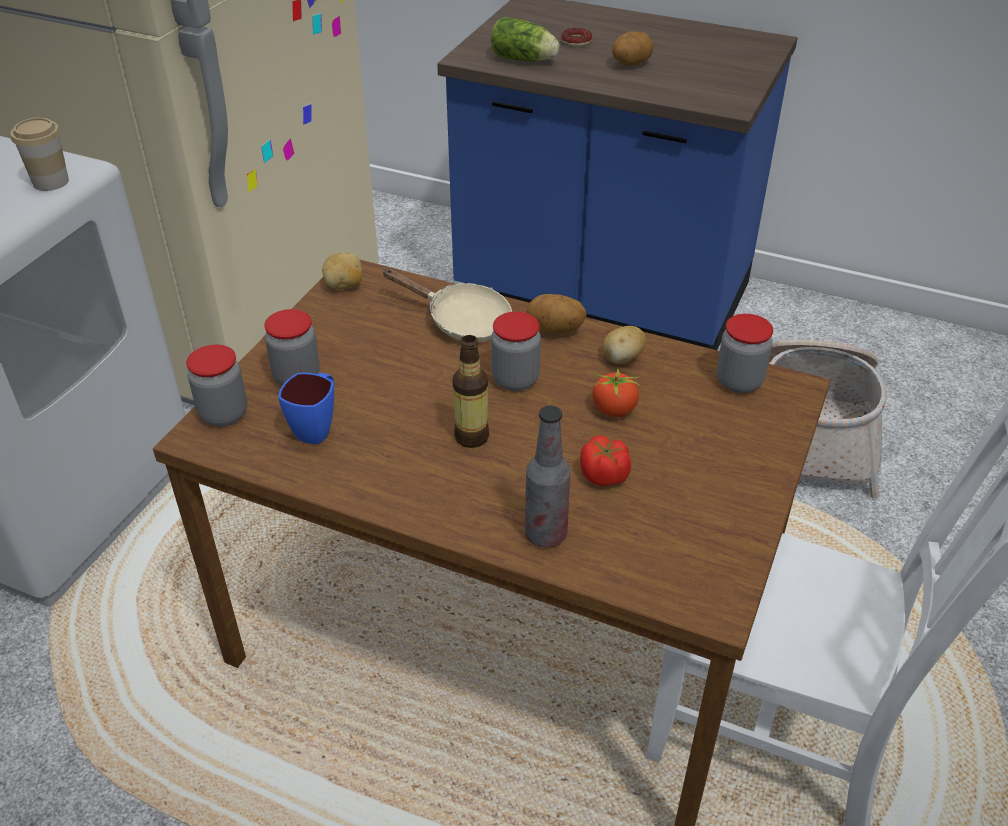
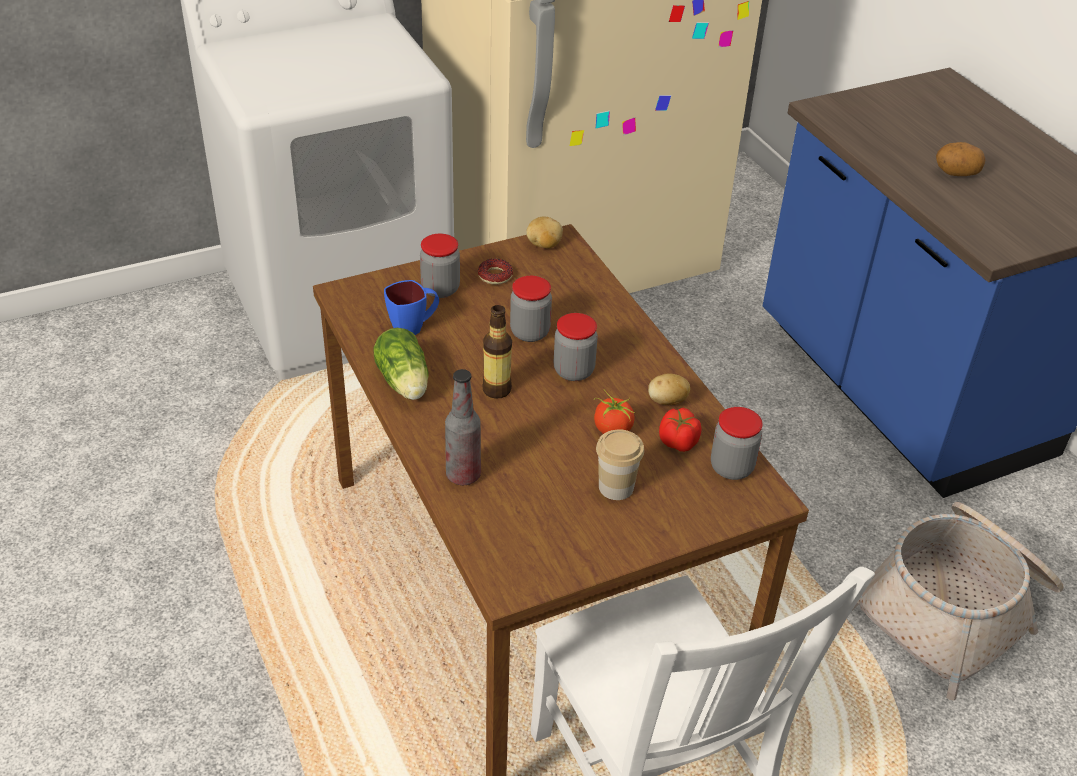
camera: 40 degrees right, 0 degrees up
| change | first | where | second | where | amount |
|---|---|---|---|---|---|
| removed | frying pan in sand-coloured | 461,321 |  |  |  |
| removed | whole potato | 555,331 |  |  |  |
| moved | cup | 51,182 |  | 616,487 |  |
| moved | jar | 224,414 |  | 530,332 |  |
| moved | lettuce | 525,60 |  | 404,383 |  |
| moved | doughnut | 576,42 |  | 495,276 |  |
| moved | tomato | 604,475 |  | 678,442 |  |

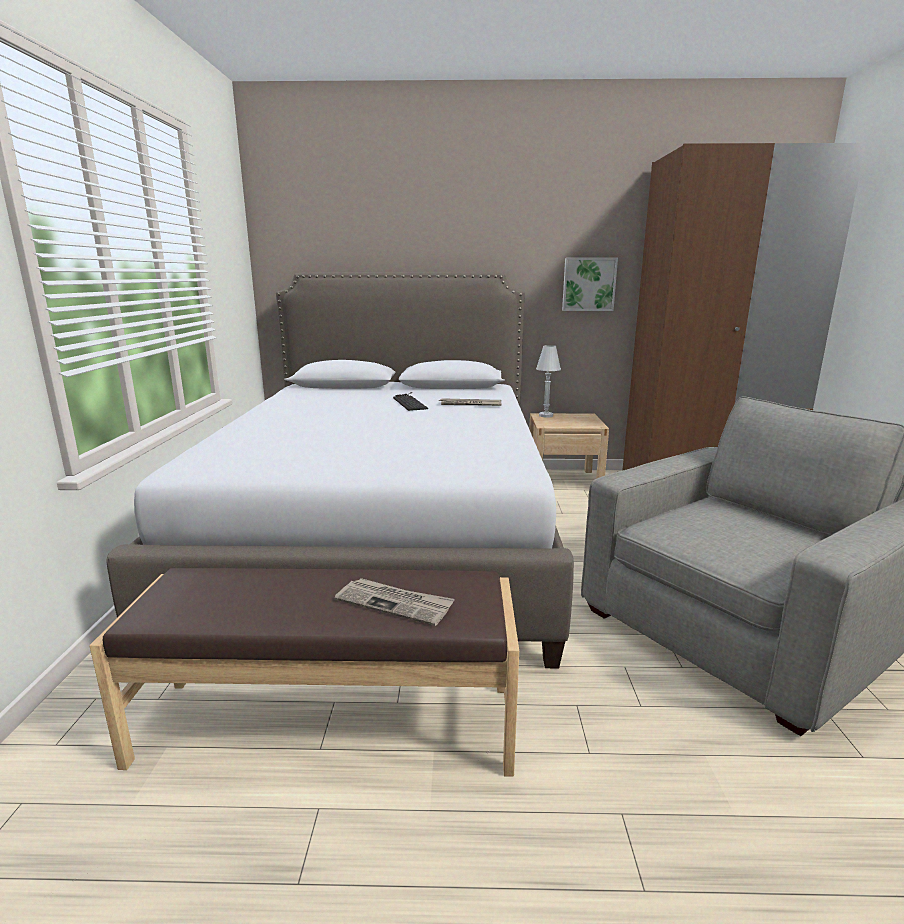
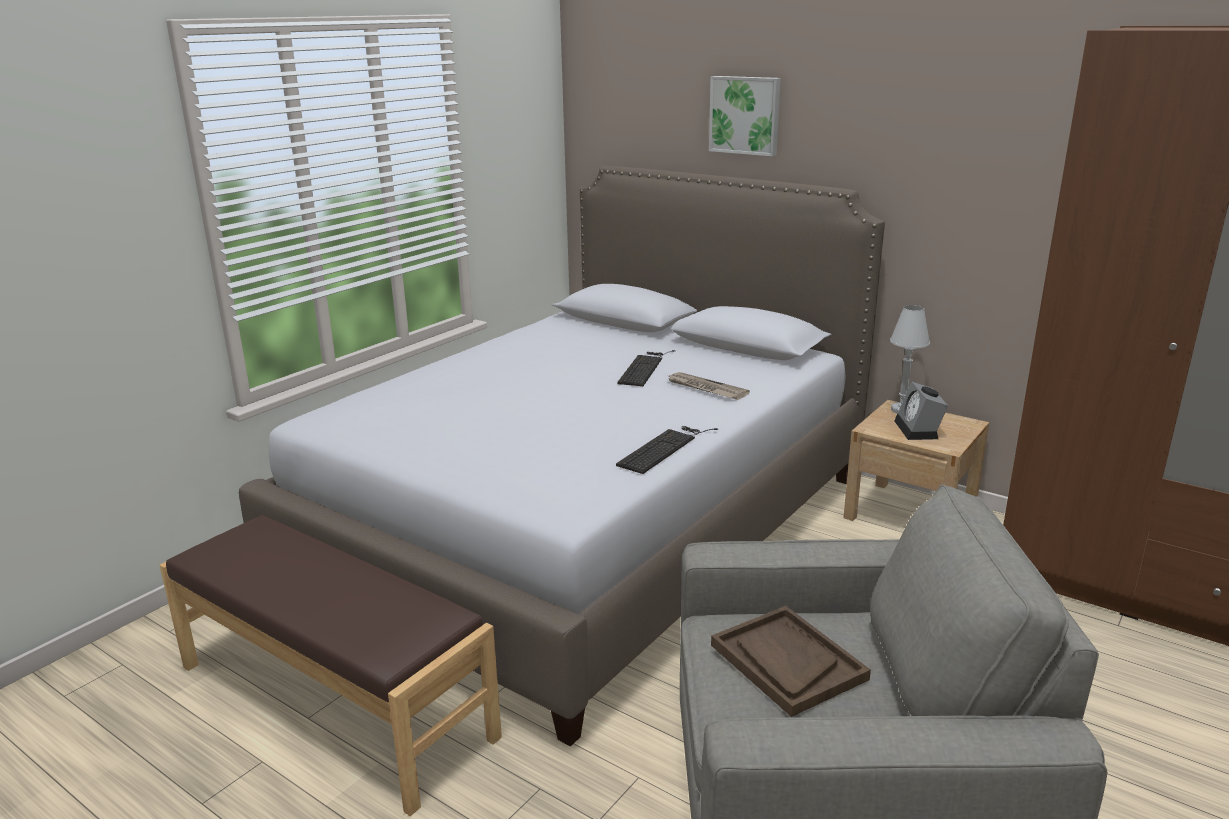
camera: 35 degrees right, 5 degrees up
| change | first | where | second | where | amount |
|---|---|---|---|---|---|
| removed | printed paper | 395,603 |  |  |  |
| added |  |  | PC keyboard | 665,448 |  |
| added |  |  | serving tray in brown | 787,662 |  |
| added |  |  | table clock | 919,430 |  |
| moved | wall picture | 588,284 |  | 745,115 |  |

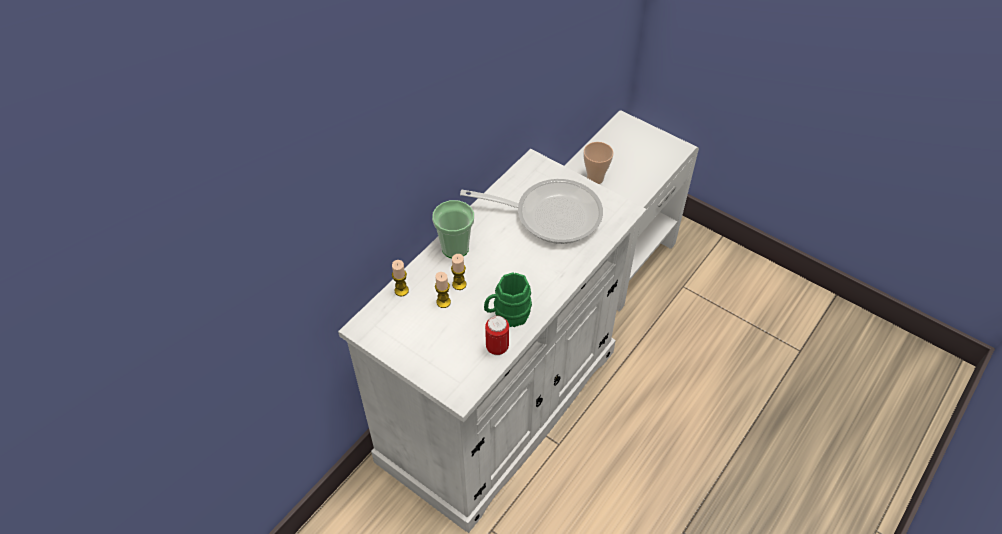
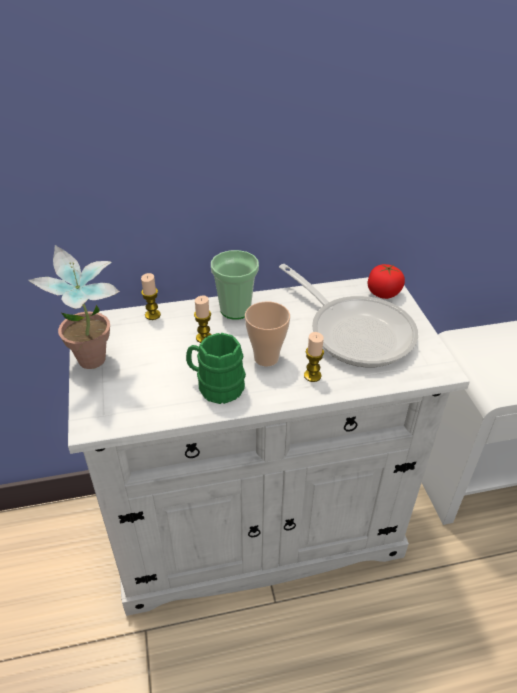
camera: 40 degrees right, 10 degrees down
| change | first | where | second | where | amount |
|---|---|---|---|---|---|
| removed | metal can | 497,347 |  |  |  |
| added |  |  | plant in a pot | 96,366 |  |
| added |  |  | tomato | 383,293 |  |
| moved | candle | 443,302 |  | 312,375 |  |
| moved | cup | 595,178 |  | 266,358 |  |

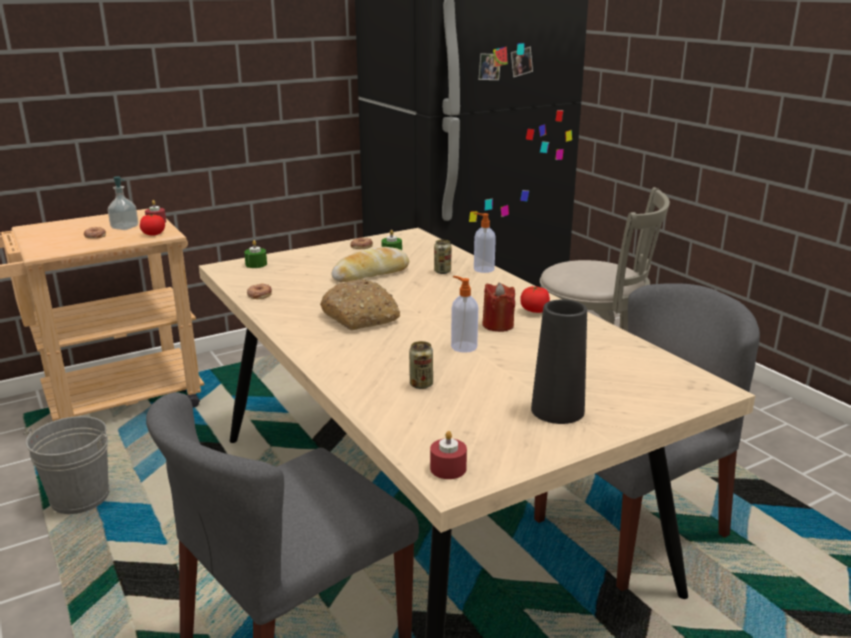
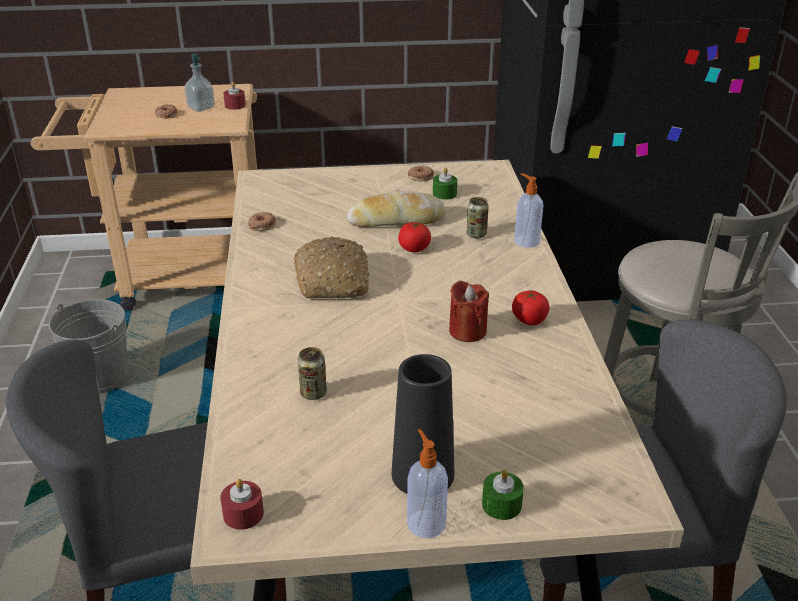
camera: 25 degrees right, 10 degrees up
| change | first | where | second | where | amount |
|---|---|---|---|---|---|
| moved | tomato | 153,234 |  | 414,248 |  |
| moved | candle in greenish | 256,264 |  | 501,504 |  |
| moved | soap bottle | 463,346 |  | 425,523 |  |

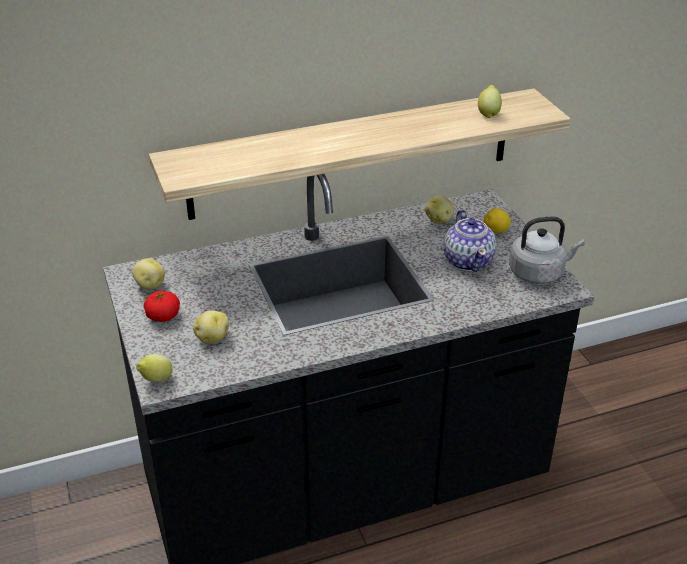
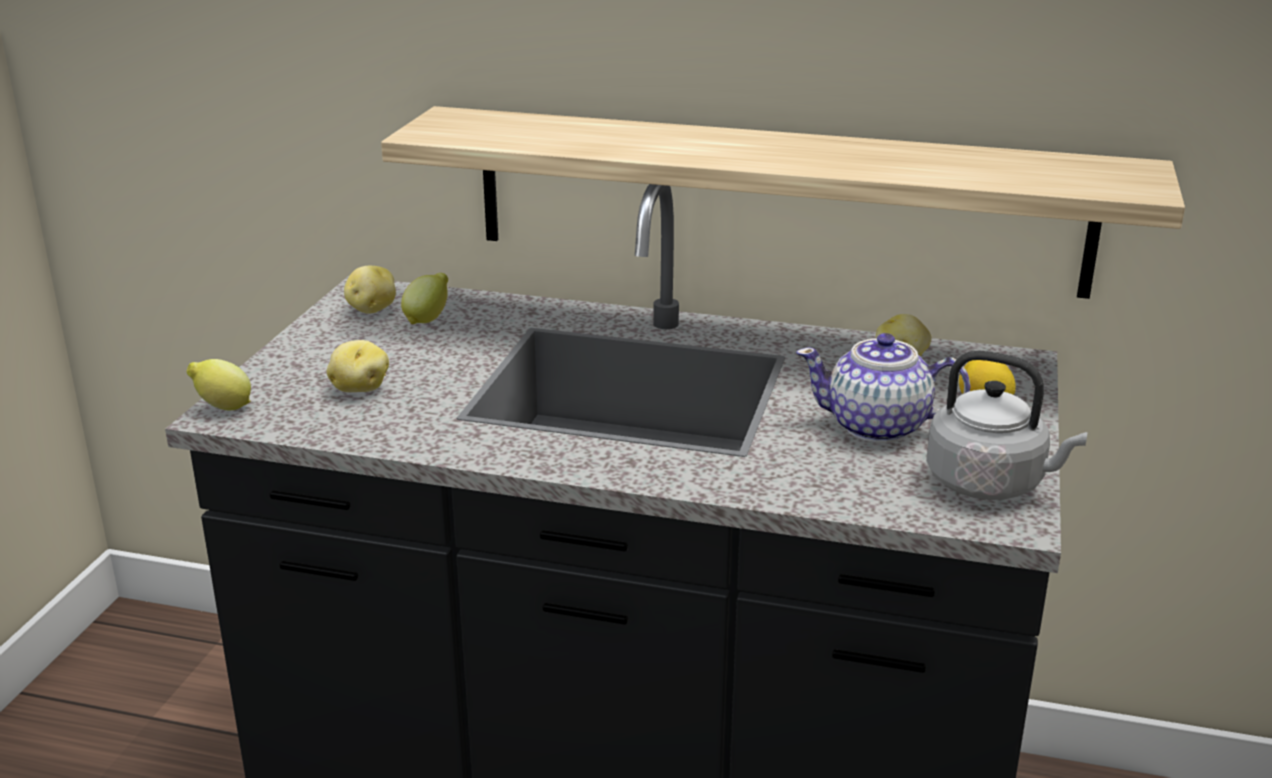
camera: 35 degrees right, 10 degrees down
| change | first | where | second | where | amount |
|---|---|---|---|---|---|
| removed | tomato | 163,316 |  |  |  |
| moved | lemon | 488,113 |  | 428,319 |  |
| turned | teapot | 468,261 |  | 878,427 | 75 degrees clockwise |

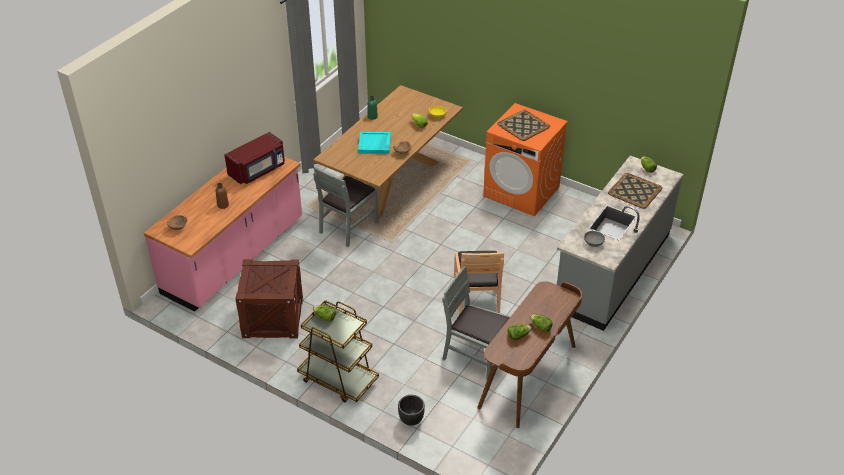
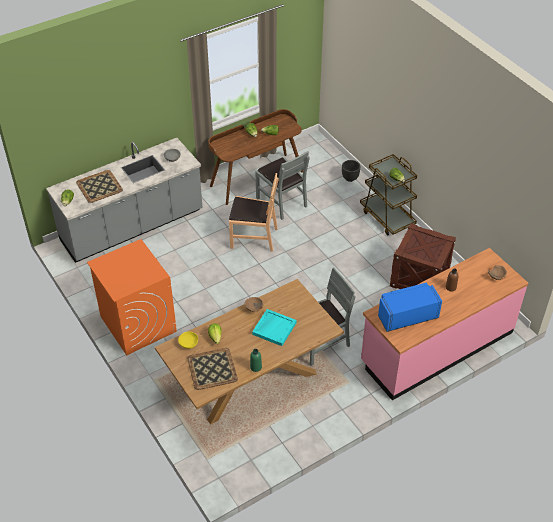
camera: 155 degrees left, 5 degrees up
| change | first | where | second | where | amount |
|---|---|---|---|---|---|
| moved | serving tray | 523,125 |  | 212,369 |  |
| recoloured | kitchen microwave in red | 258,170 | kitchen microwave in blue | 407,316 |  |
| turned | plain chair in brown | 477,302 |  | 254,237 | 75 degrees clockwise |

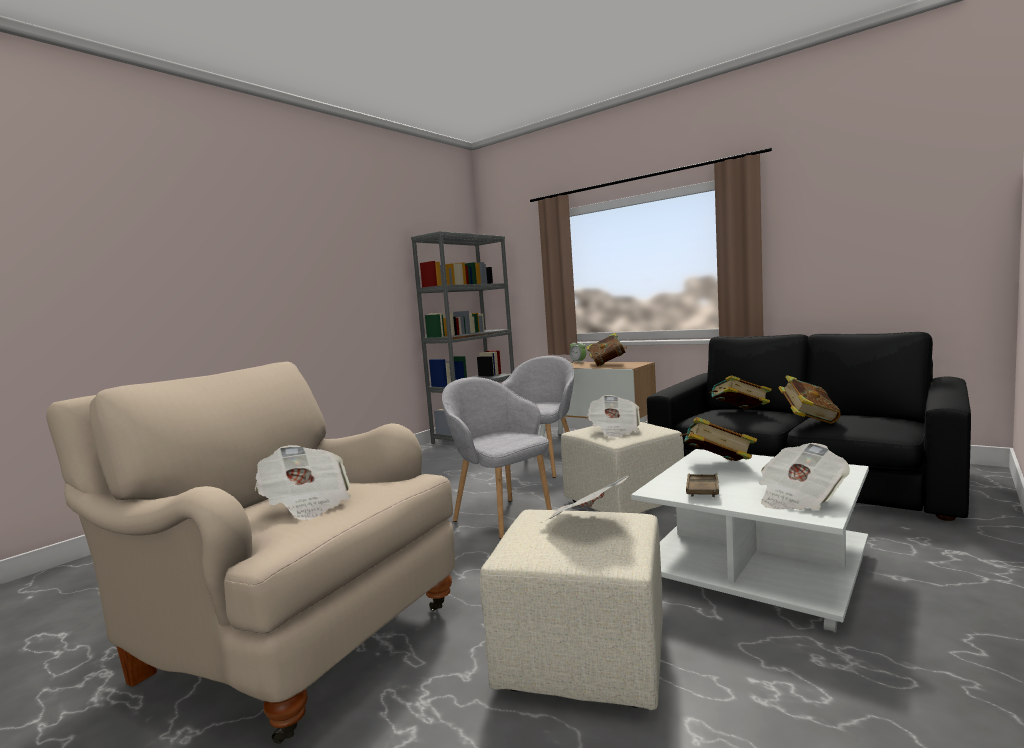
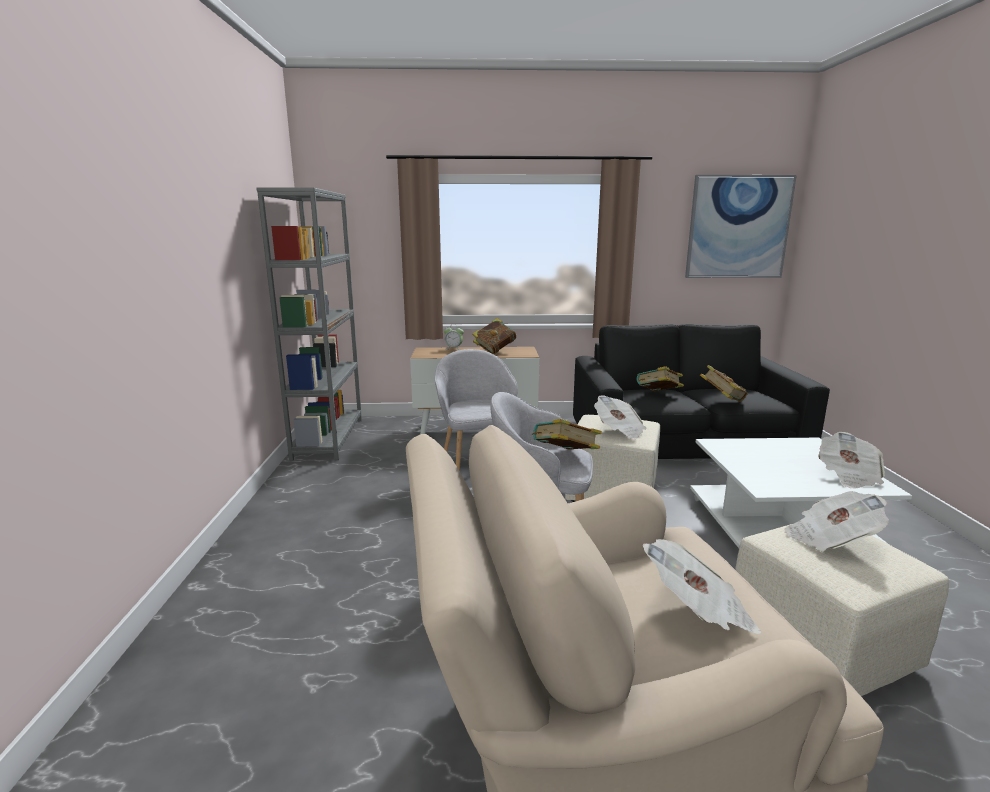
camera: 40 degrees left, 10 degrees up
| change | first | where | second | where | amount |
|---|---|---|---|---|---|
| removed | serving tray in brown | 702,489 |  |  |  |
| added |  |  | wall picture | 738,227 |  |
| moved | bound book | 717,466 |  | 564,457 |  |

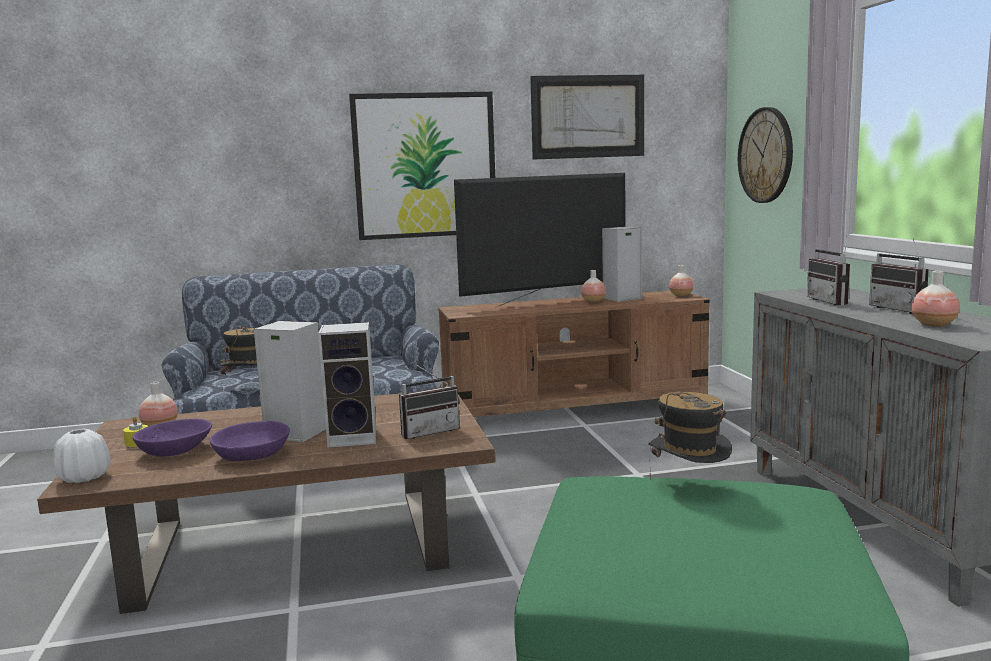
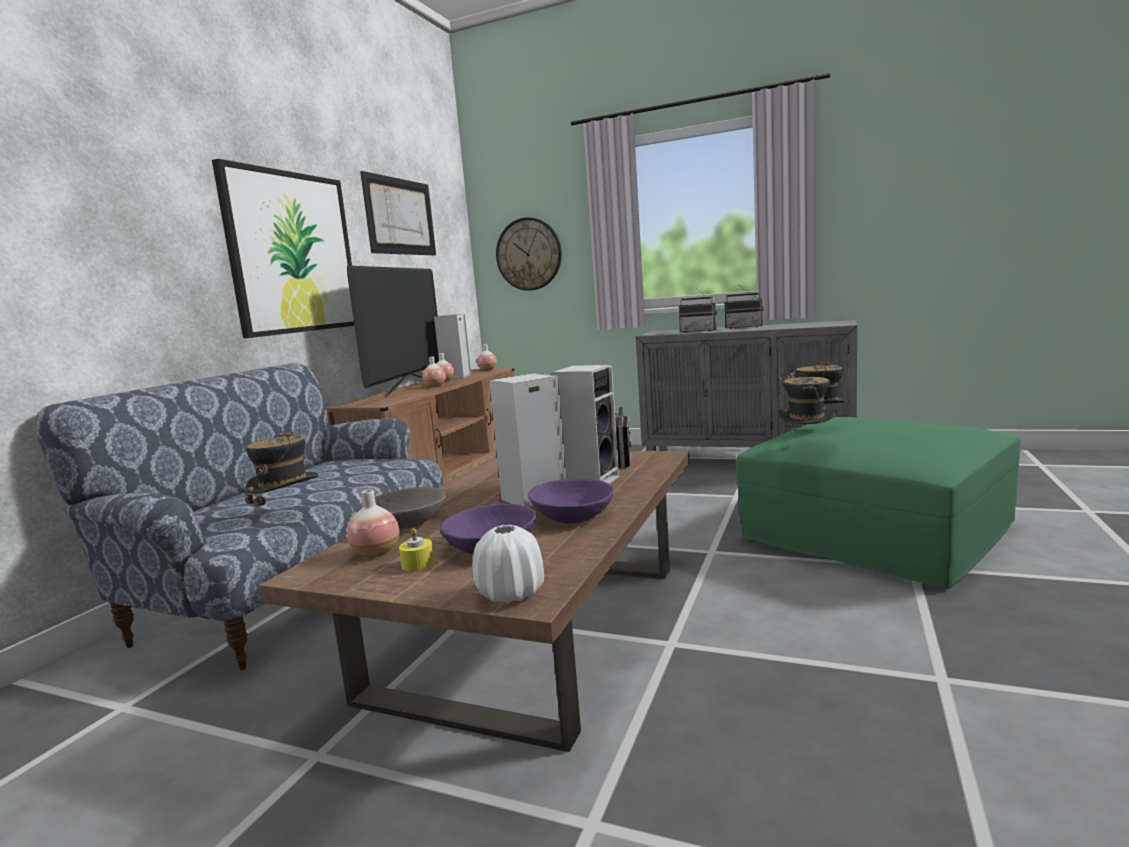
camera: 55 degrees left, 0 degrees up
| change | first | where | second | where | amount |
|---|---|---|---|---|---|
| added |  |  | deep dish in greyish | 407,523 |  |
| added |  |  | wearable hat | 806,447 |  |
| moved | flower vase | 934,325 |  | 435,386 |  |

